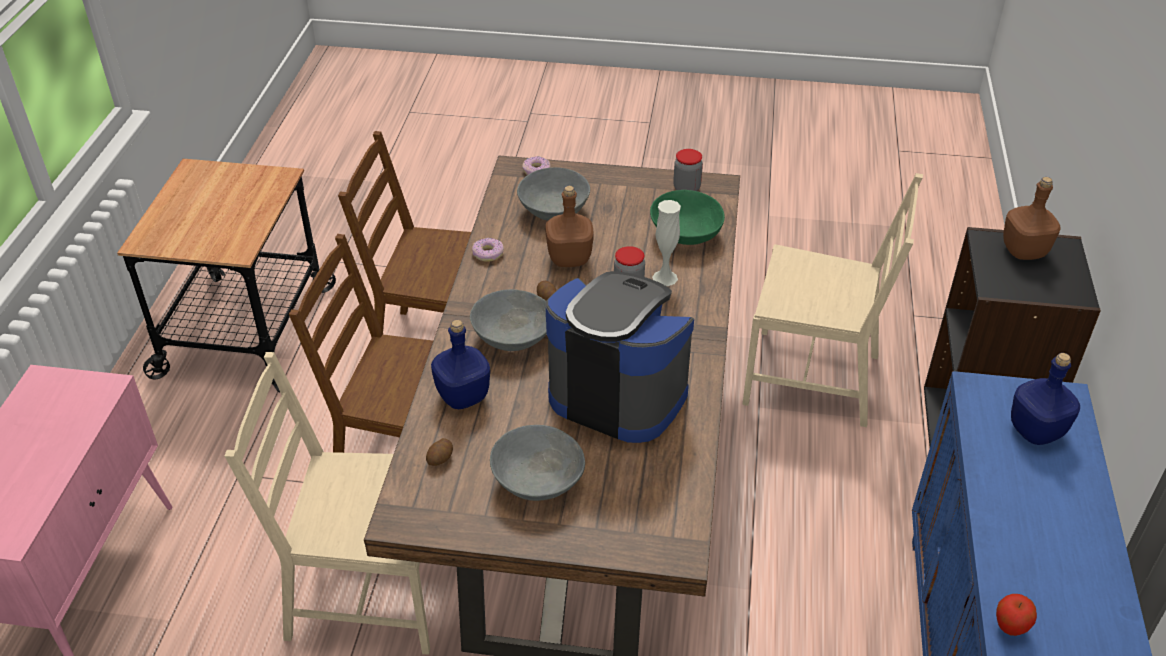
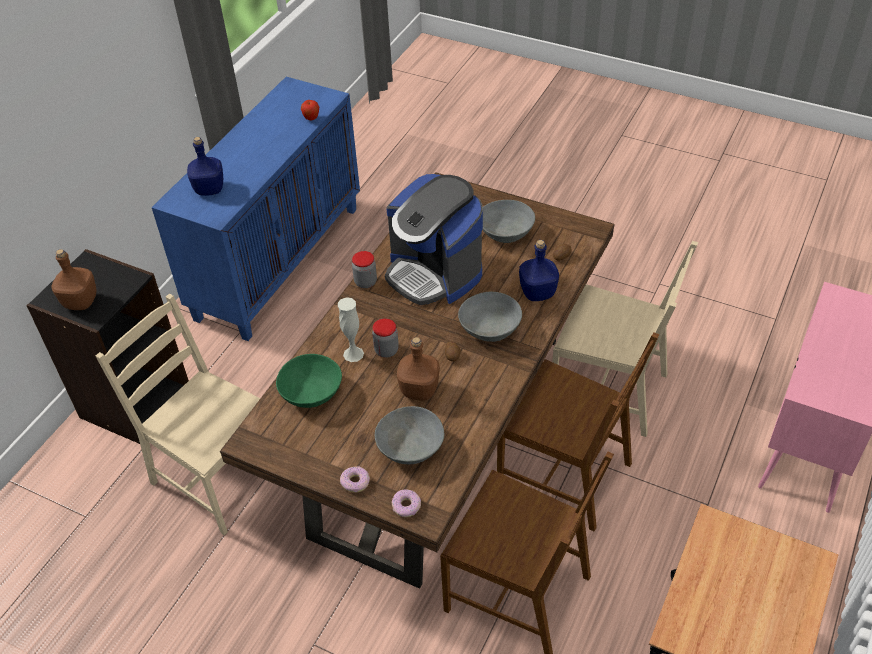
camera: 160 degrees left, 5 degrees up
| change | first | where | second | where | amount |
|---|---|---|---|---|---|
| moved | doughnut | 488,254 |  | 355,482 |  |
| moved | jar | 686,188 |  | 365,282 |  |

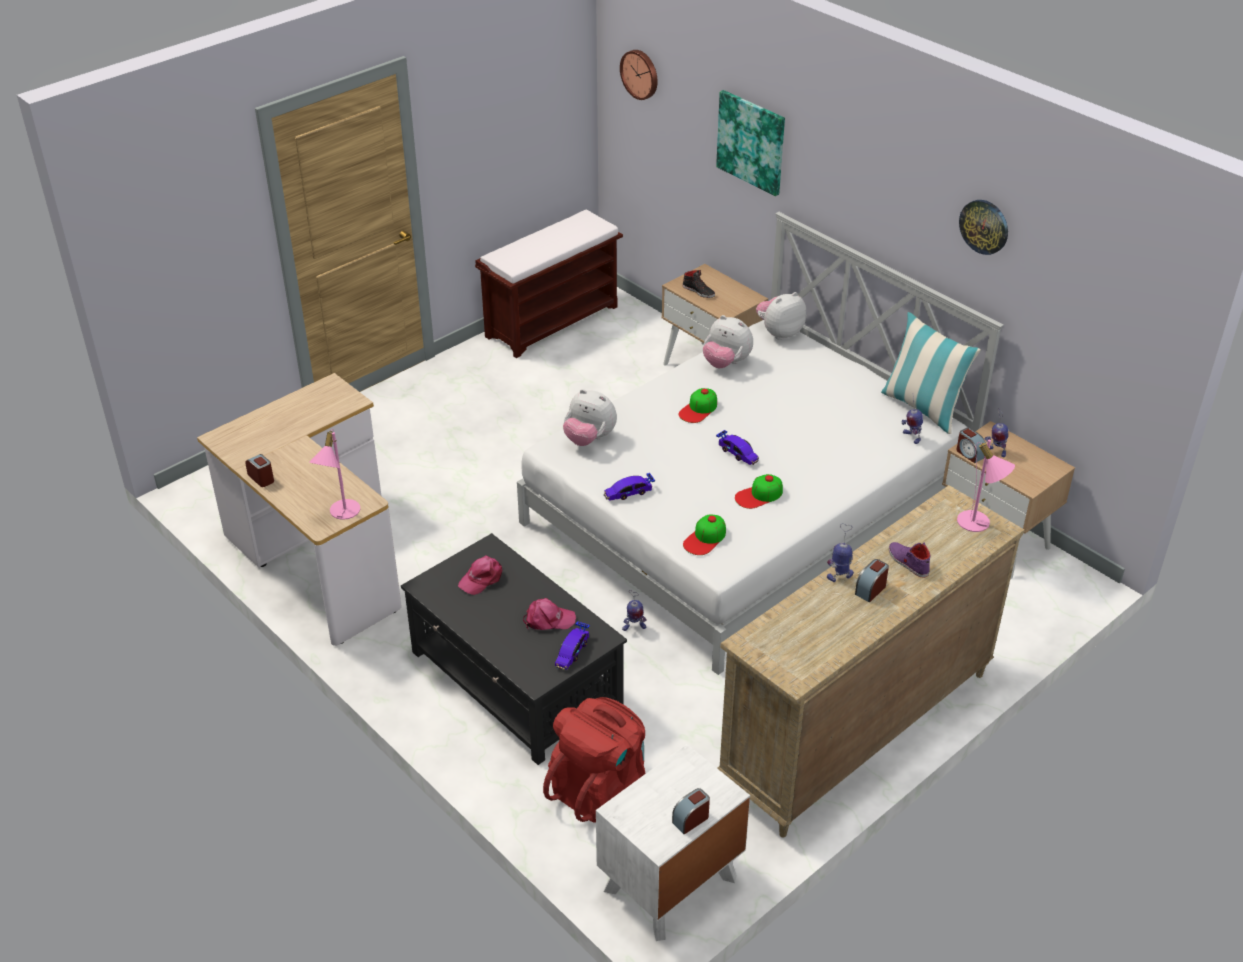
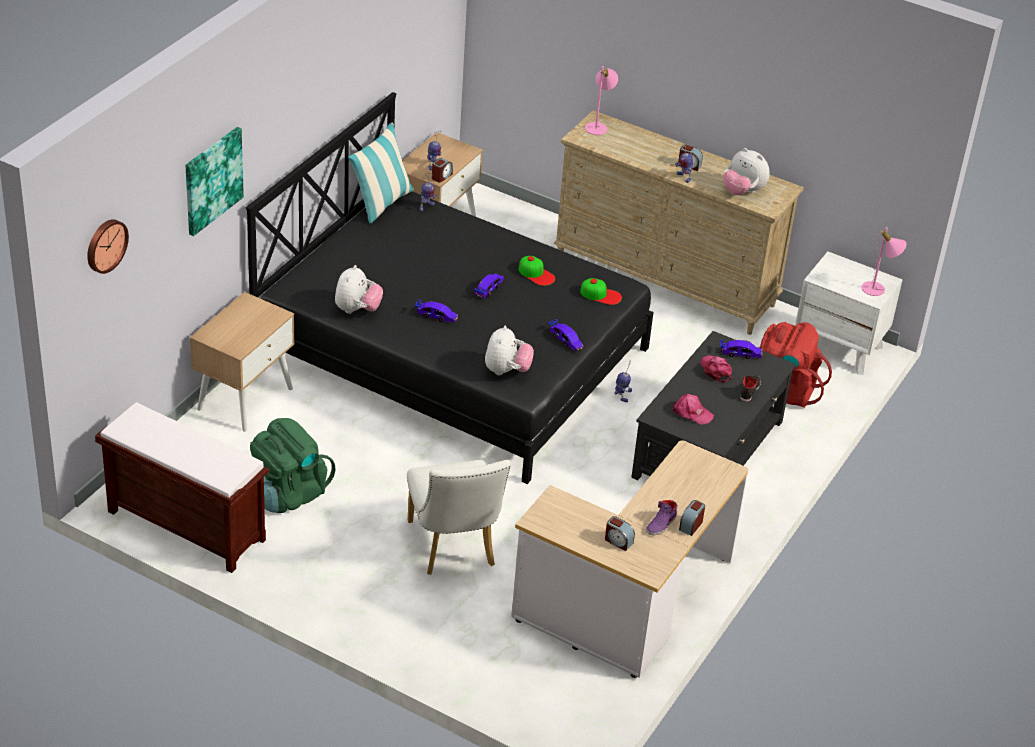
camera: 110 degrees left, 0 degrees up
| change | first | where | second | where | amount |
|---|---|---|---|---|---|
| removed | wall clock | 984,226 |  |  |  |
| added |  |  | backpack in greenish | 287,494 |  |
| added |  |  | plain chair in white-coloured | 453,549 |  |
| moved | tabletop lamp in pink | 340,513 |  | 877,290 |  |
| moved | table clock | 691,819 |  | 618,541 |  |
| moved | shoe in blackish | 699,291 |  | 749,390 |  |
| moved | soft toy | 779,332 |  | 743,191 |  |
| moved | shoe in purple | 907,562 |  | 661,524 |  |
| replaced | cap | 698,409 | miniature car | 436,316 |  |
| recoloured | sleeping bed in white-coloured | 745,509 | sleeping bed in blackish | 452,355 |  |

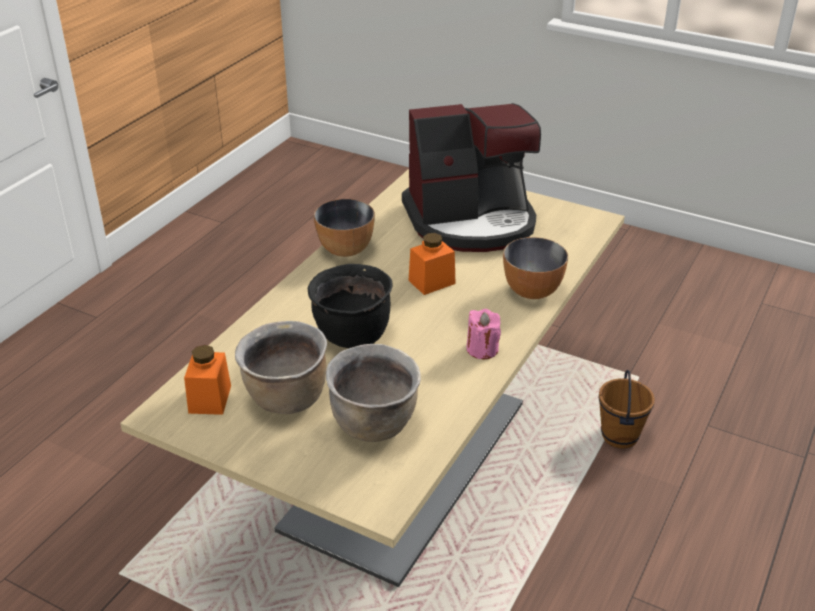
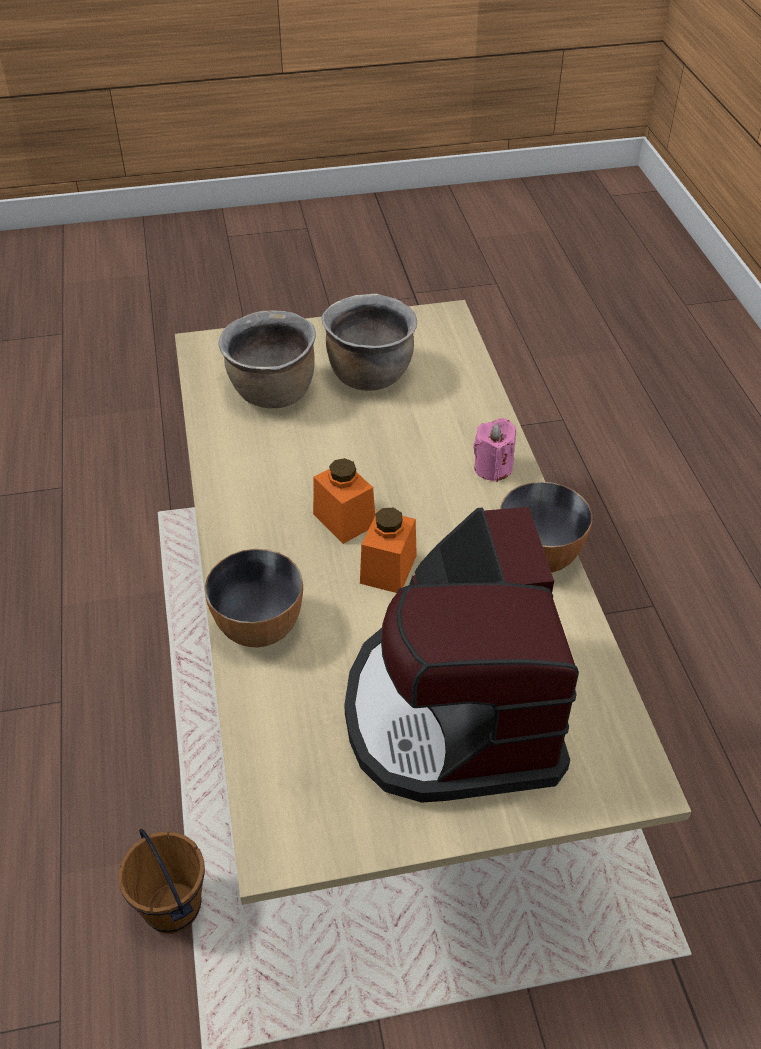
camera: 140 degrees right, 10 degrees up
| change | first | where | second | where | amount |
|---|---|---|---|---|---|
| removed | cooking pot in blackish | 352,335 |  |  |  |
| moved | jar in orangey | 210,399 |  | 344,520 |  |
| moved | candle in pink | 482,349 |  | 493,468 |  |
| turned | coffee brewer | 471,221 |  | 453,713 | 45 degrees counterclockwise |

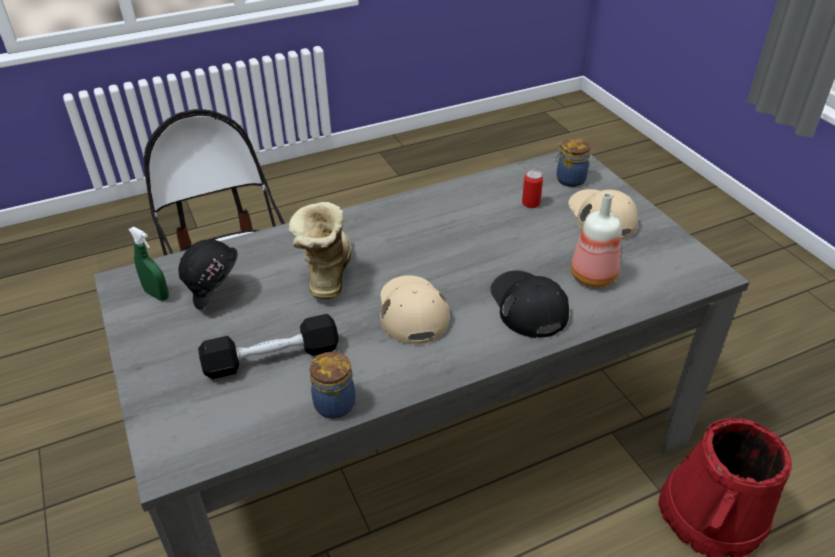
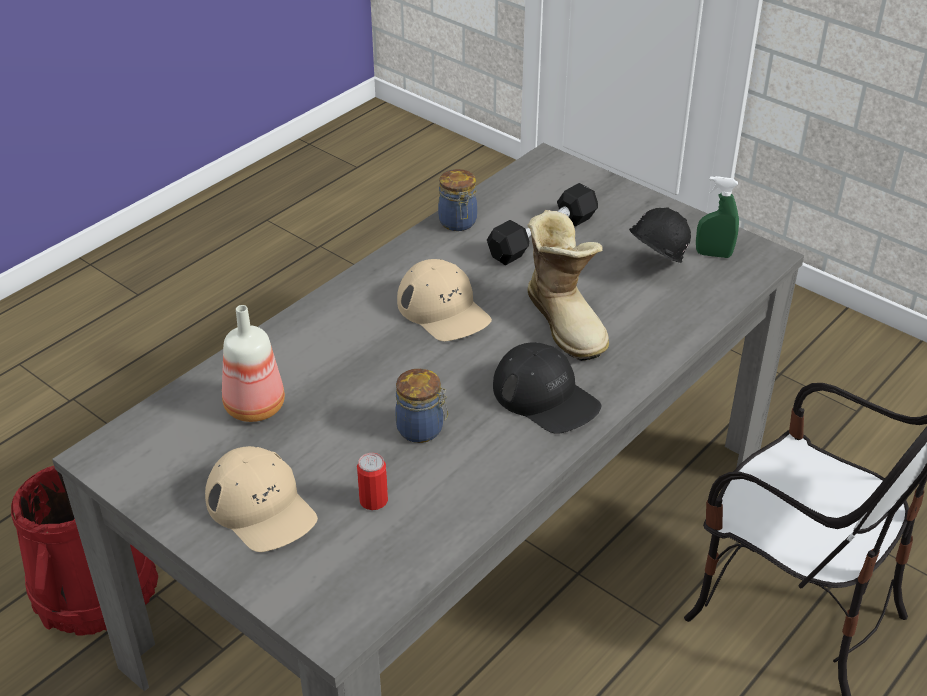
camera: 155 degrees right, 0 degrees up
| change | first | where | second | where | amount |
|---|---|---|---|---|---|
| moved | cap in blackish | 528,305 |  | 546,397 |  |
| moved | jar | 569,179 |  | 422,429 |  |

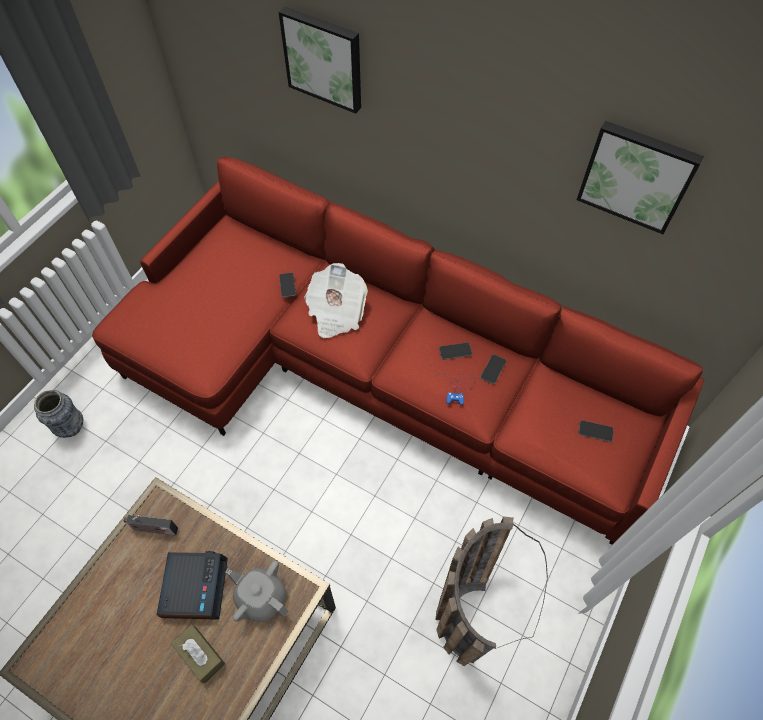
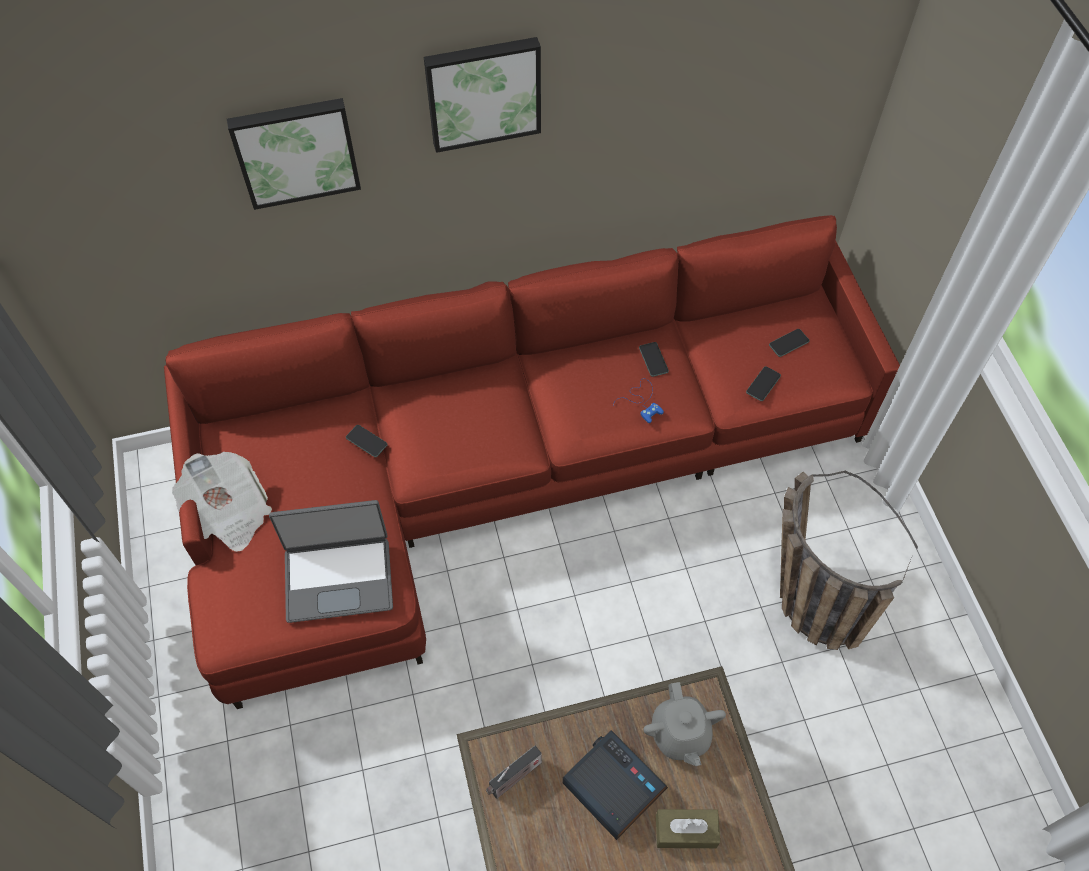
camera: 45 degrees left, 0 degrees up
| change | first | where | second | where | amount |
|---|---|---|---|---|---|
| removed | flower vase | 71,427 |  |  |  |
| added |  |  | notebook computer | 339,577 |  |
| moved | printed paper | 336,312 |  | 228,512 |  |
| moved | telephone | 455,351 |  | 763,384 |  |
| moved | wall picture | 637,176 |  | 483,91 |  |
| turned | teapot in greyish | 261,597 |  | 680,734 | 90 degrees counterclockwise |

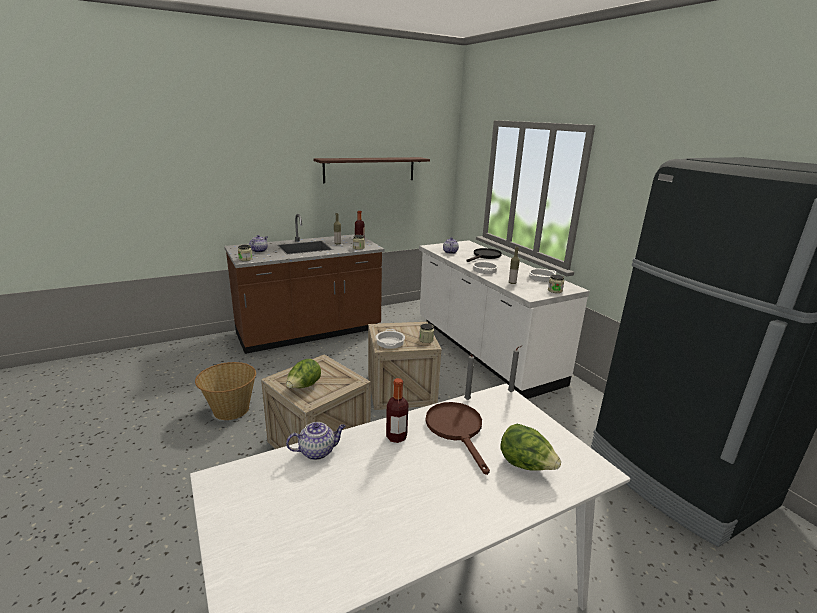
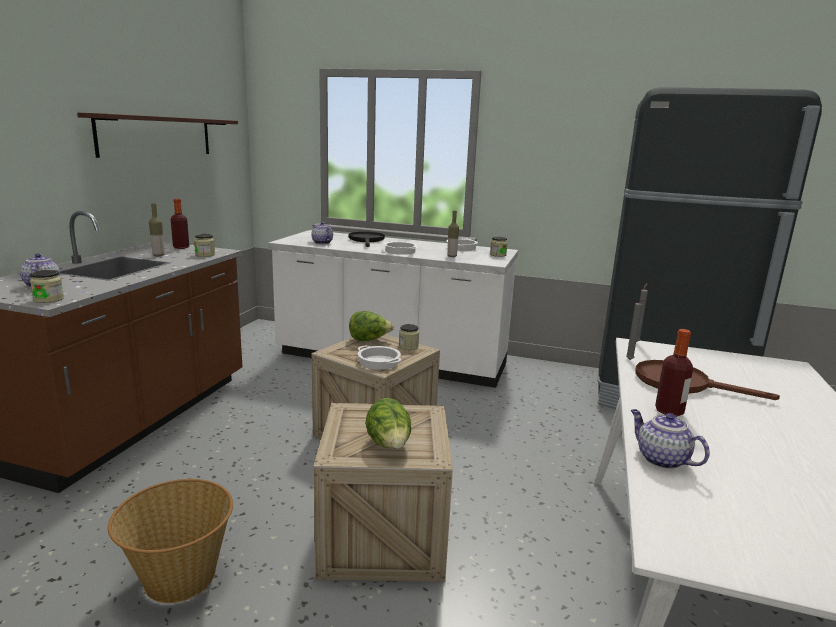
camera: 45 degrees left, 5 degrees down
| change | first | where | second | where | amount |
|---|---|---|---|---|---|
| moved | lettuce | 526,465 |  | 369,340 |  |
| turned | teapot | 318,451 |  | 660,459 | 60 degrees counterclockwise |

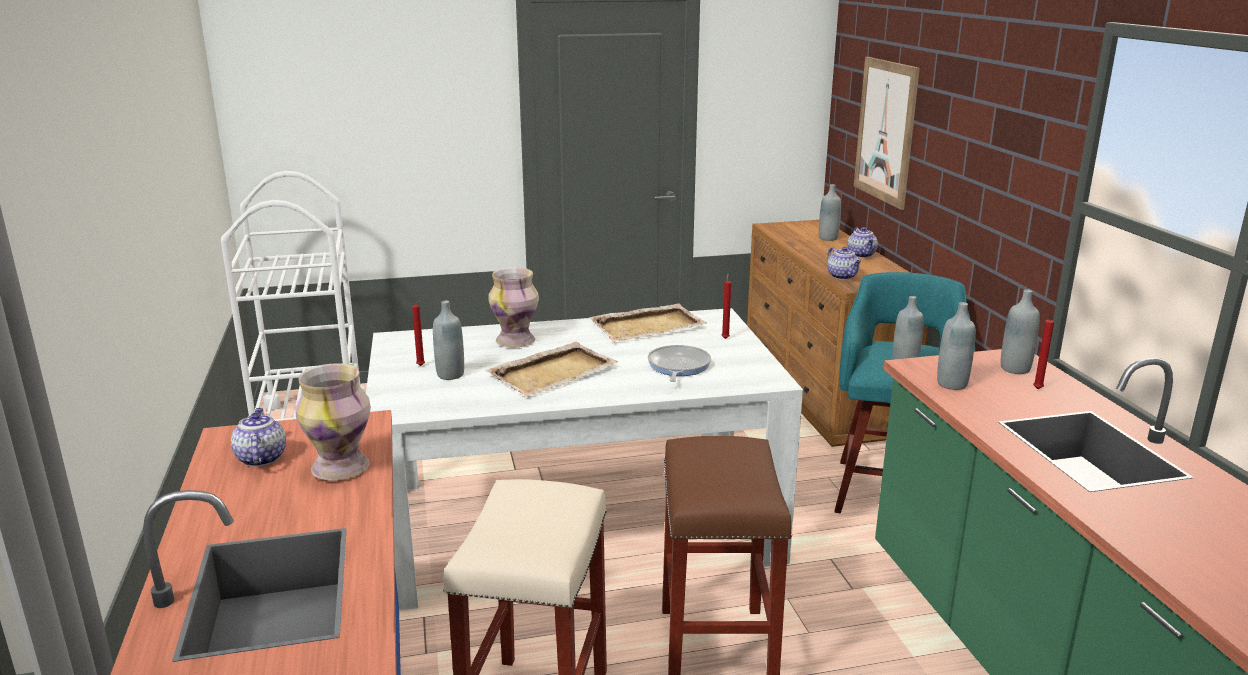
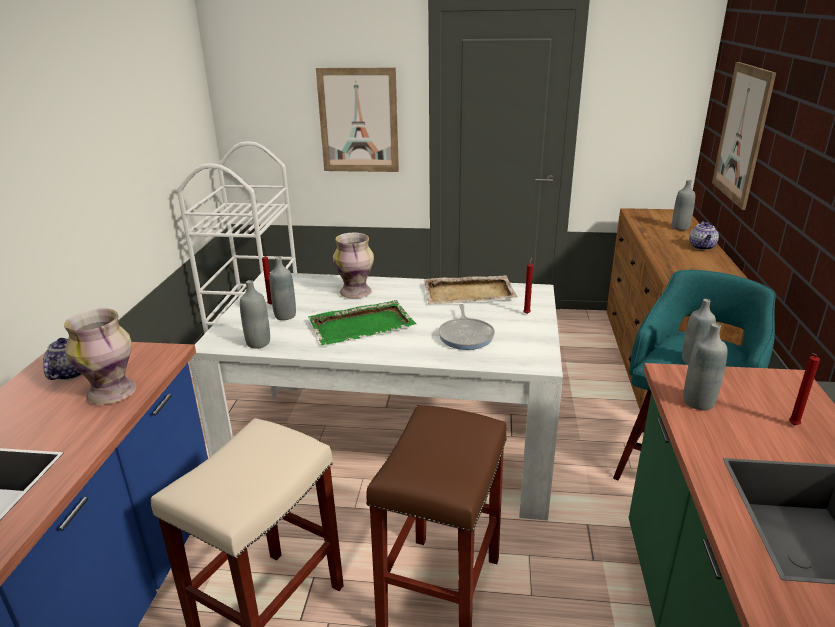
camera: 20 degrees right, 5 degrees up
| change | first | where | second | where | amount |
|---|---|---|---|---|---|
| removed | teapot | 843,276 |  |  |  |
| added |  |  | wall picture | 358,121 |  |
| moved | bottle in greyish | 1015,369 |  | 258,343 |  |
| recoloured | serving tray in sand-coloured | 553,372 | serving tray in greenish | 362,325 |  |
| turned | frying pan | 678,367 |  | 466,335 | 150 degrees clockwise |

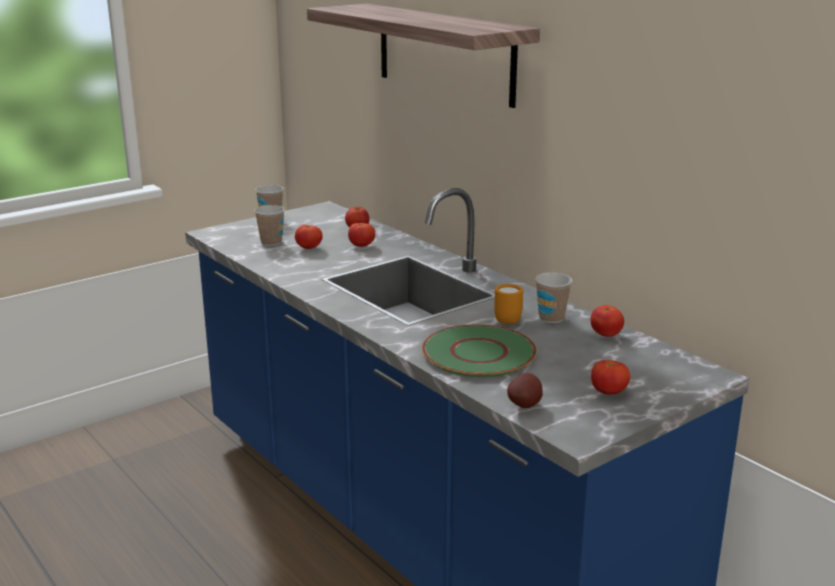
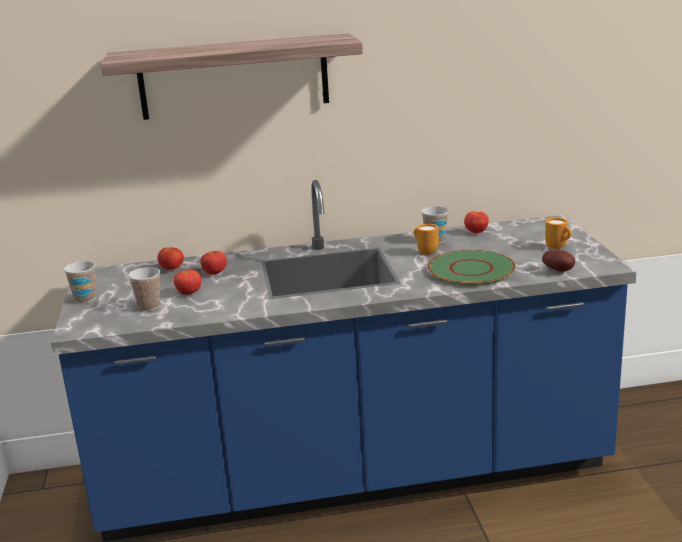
camera: 60 degrees left, 0 degrees up
| change | first | where | second | where | amount |
|---|---|---|---|---|---|
| replaced | tomato | 609,393 | mug in orangey | 558,248 |  |

